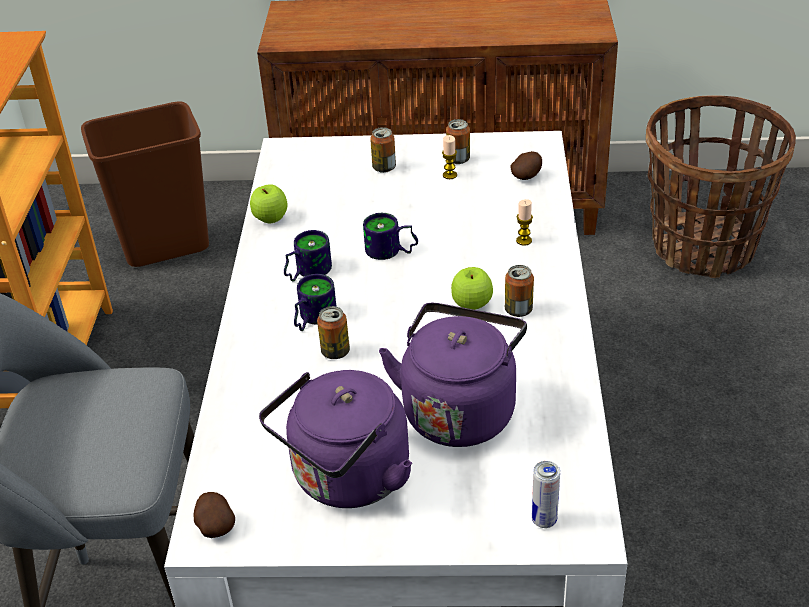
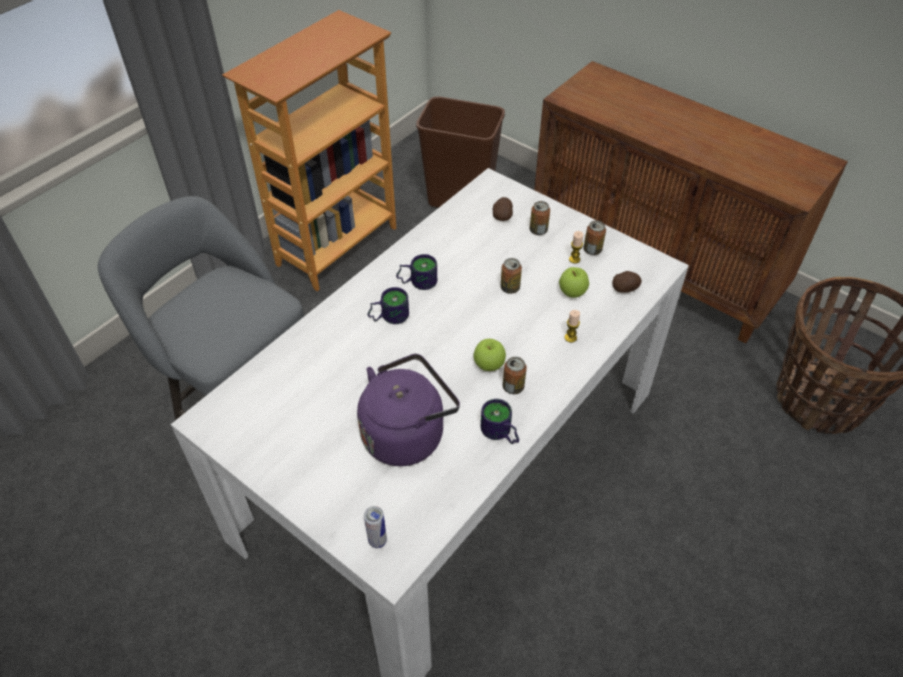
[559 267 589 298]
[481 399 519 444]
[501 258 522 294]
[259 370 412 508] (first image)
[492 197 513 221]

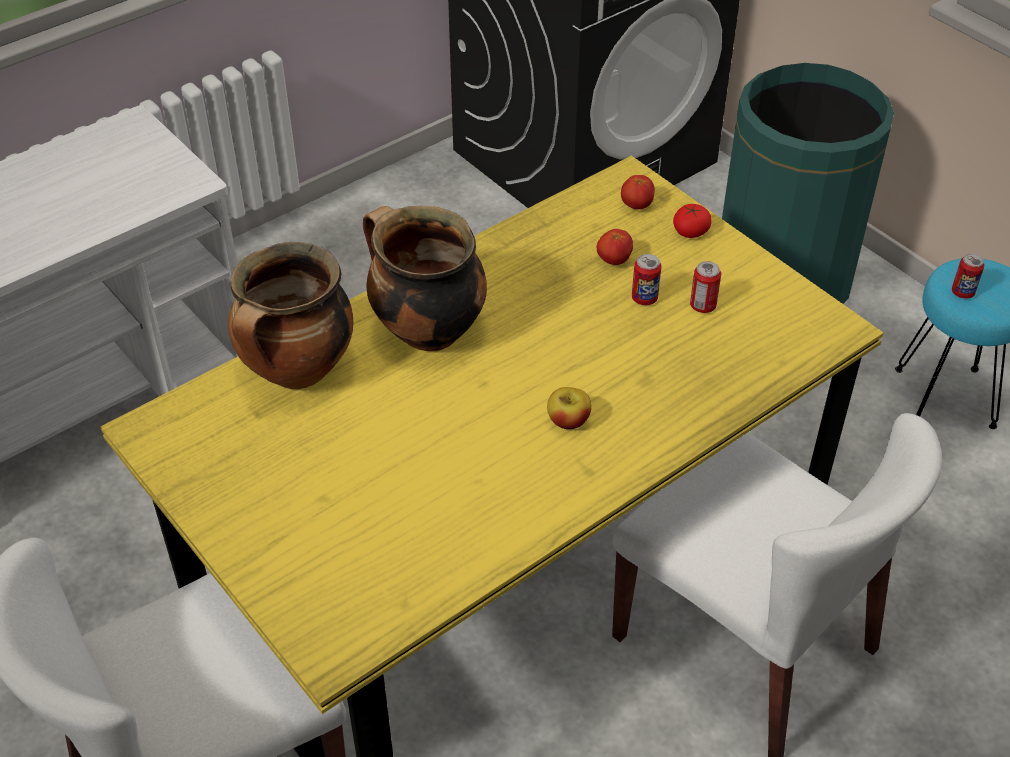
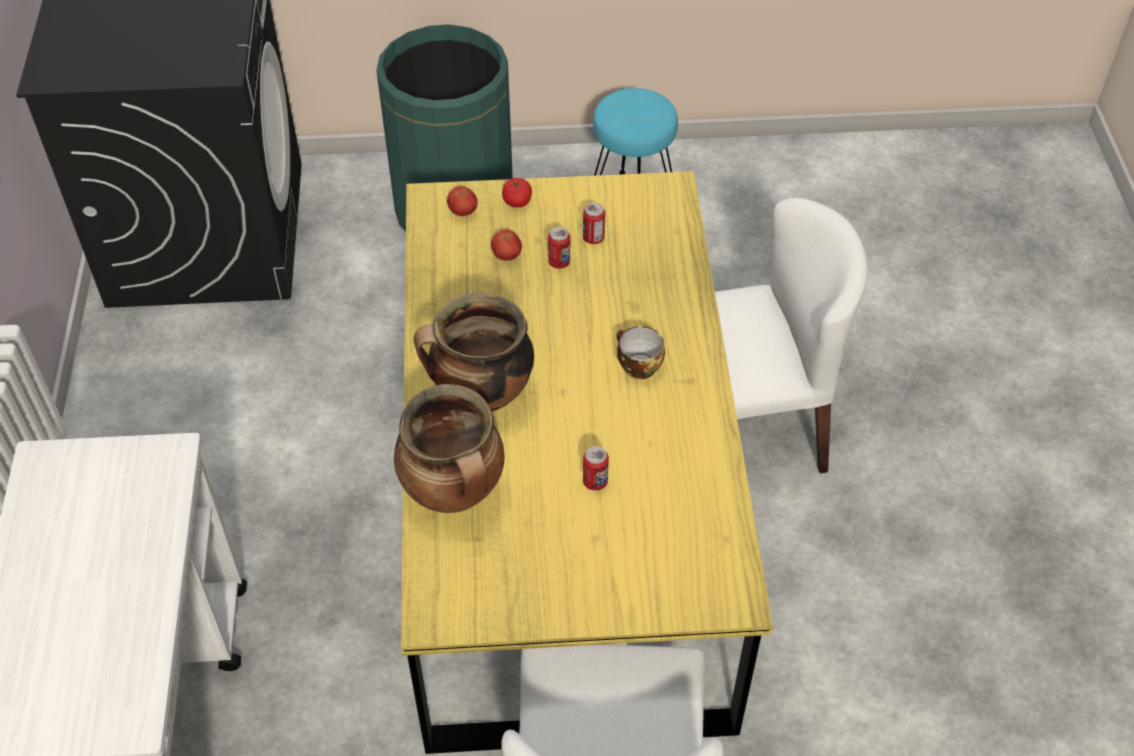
[583 446 609 491]
[617 326 665 379]

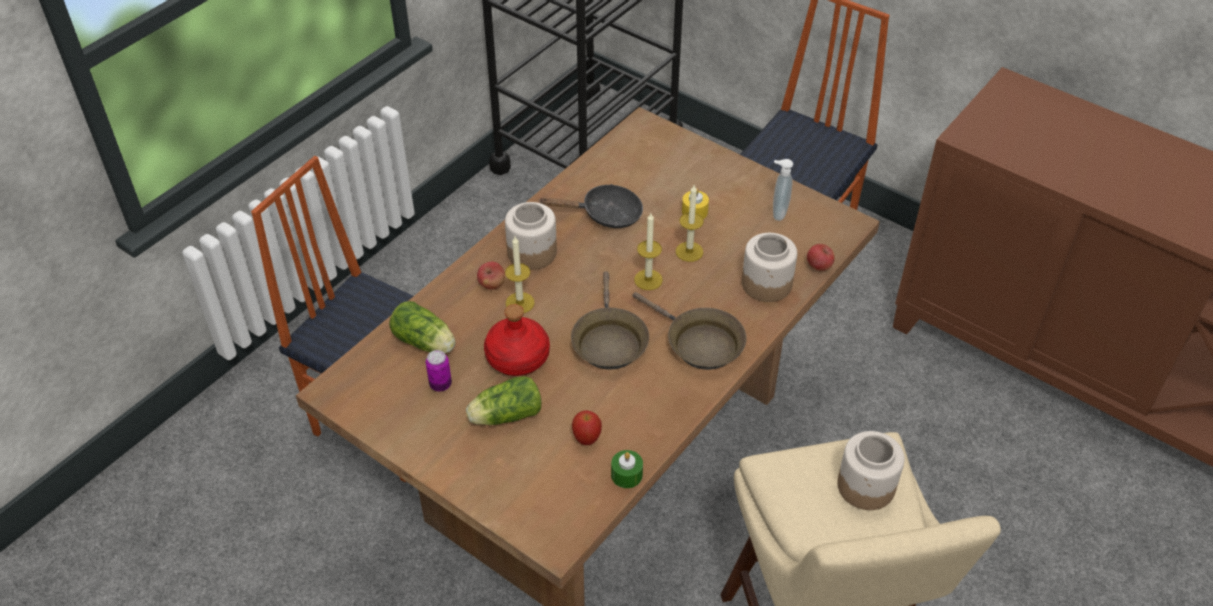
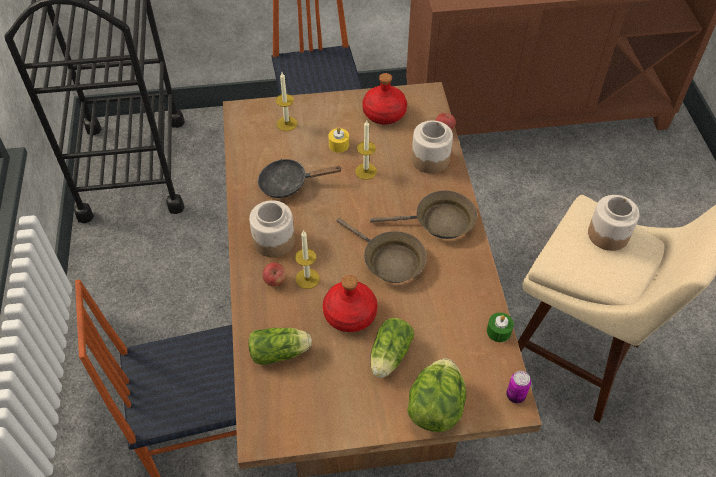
[362 73 407 124]
[258 159 341 198]
[276 72 297 131]
[506 371 531 403]
[572 411 602 445] (first image)
[407 358 466 432]

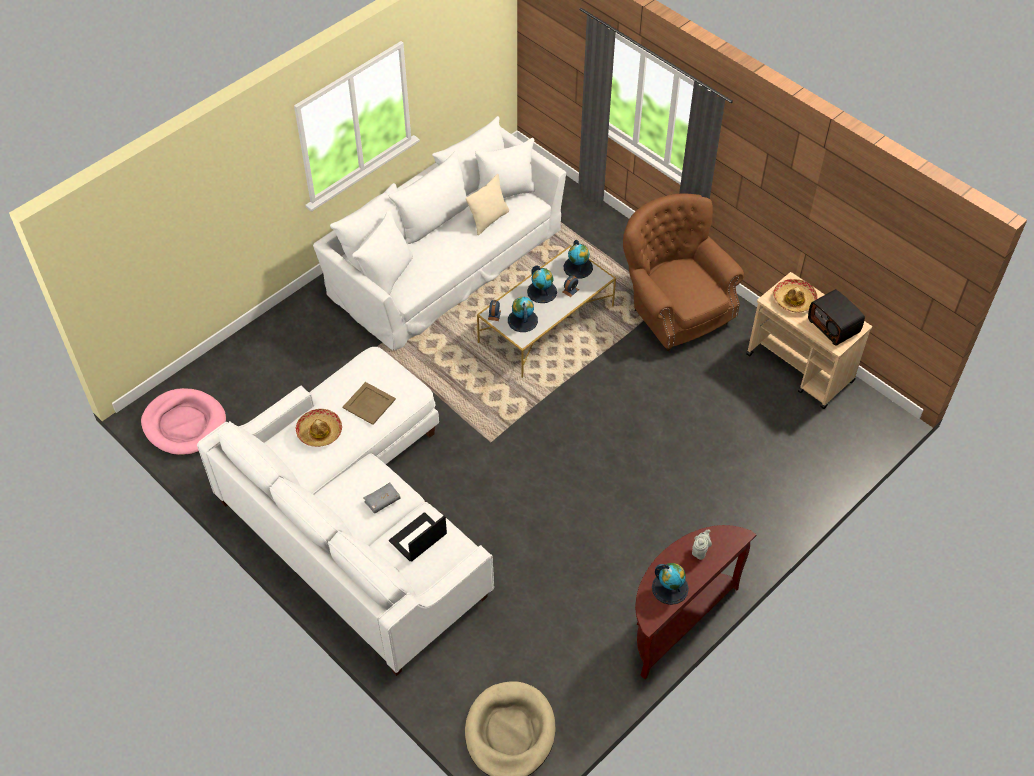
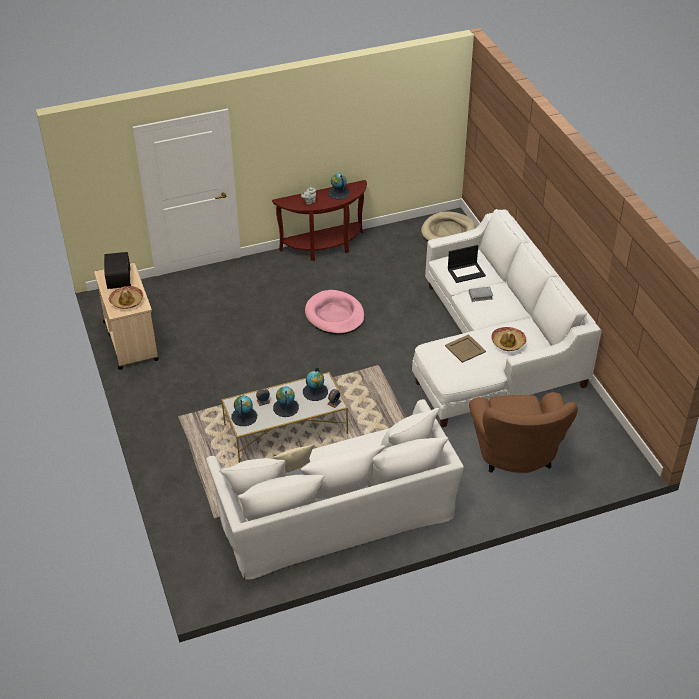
[469 392 578 473]
[305 290 365 334]

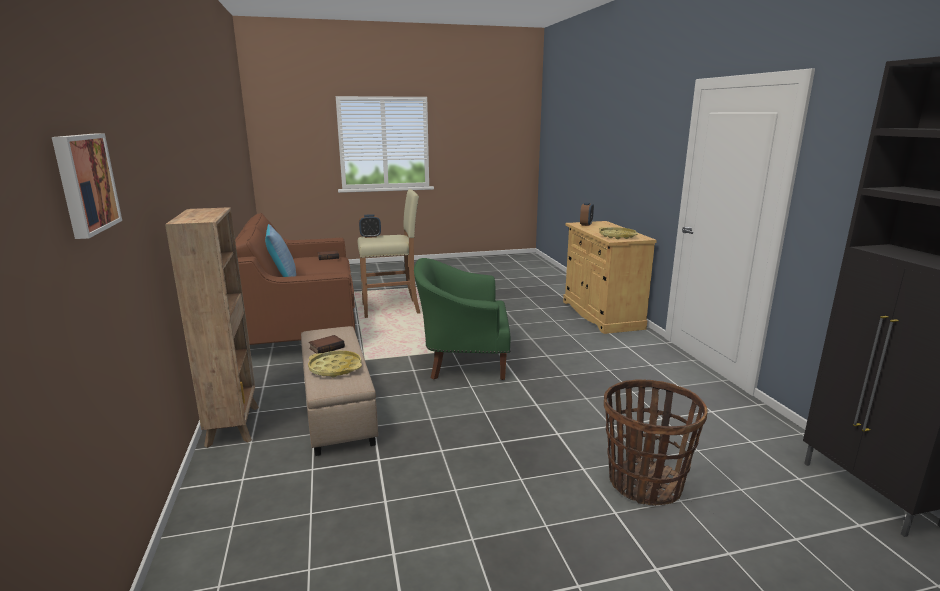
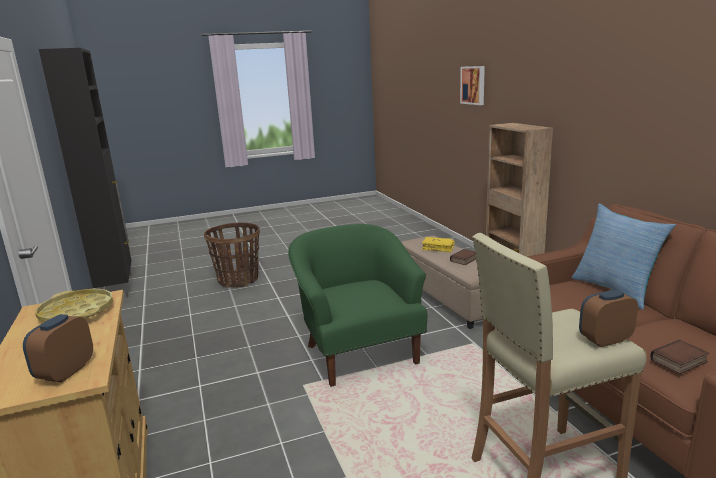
[288 224 428 387]
[422 237 454 252]

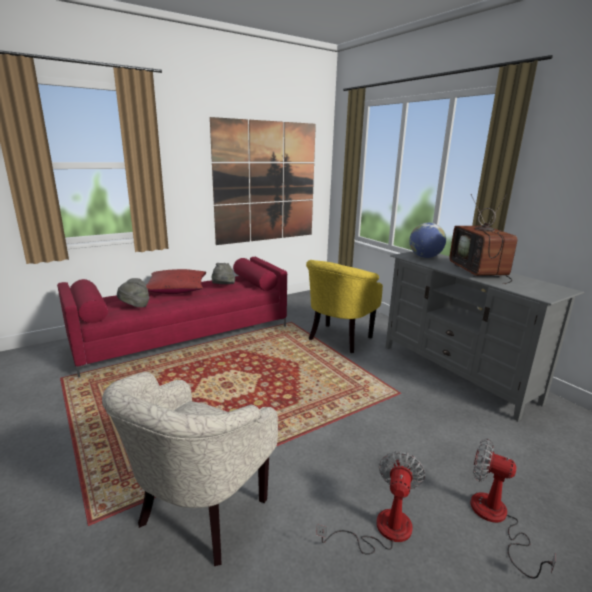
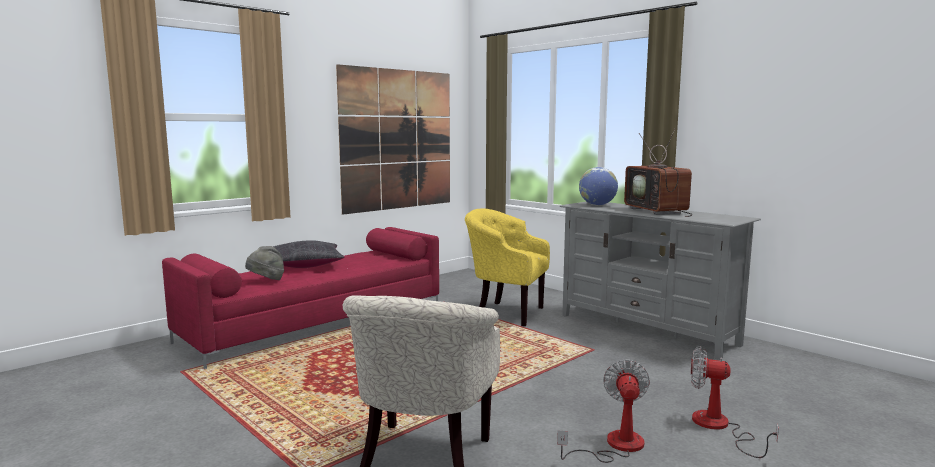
[465 209 550 326]
[212 263 235 284] (first image)
[273 240 344 268]

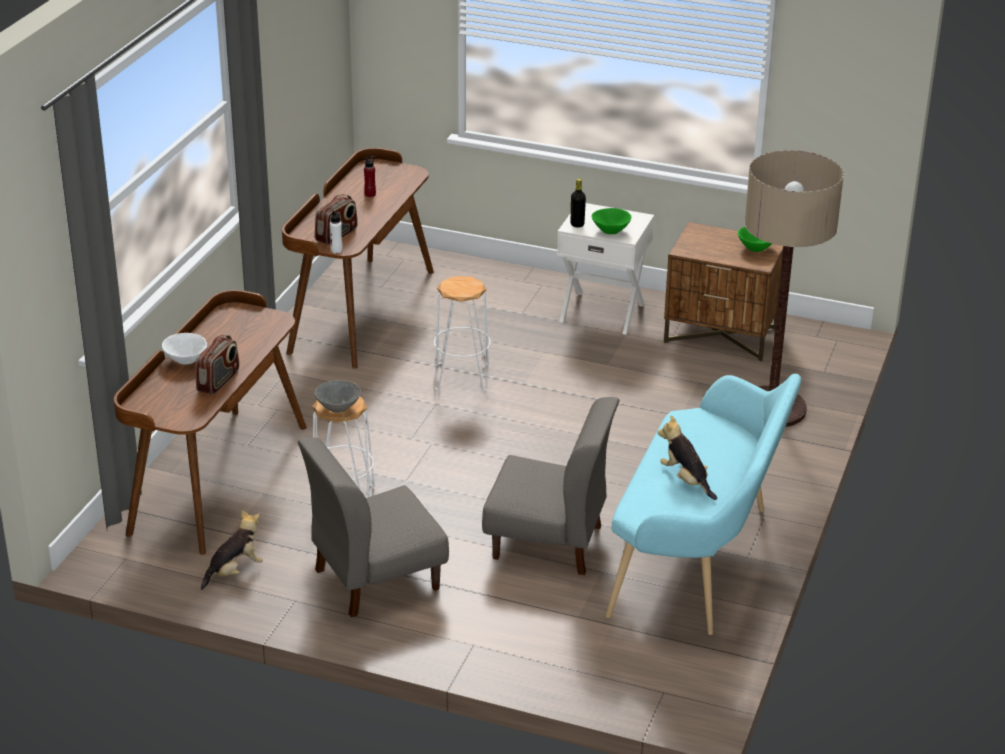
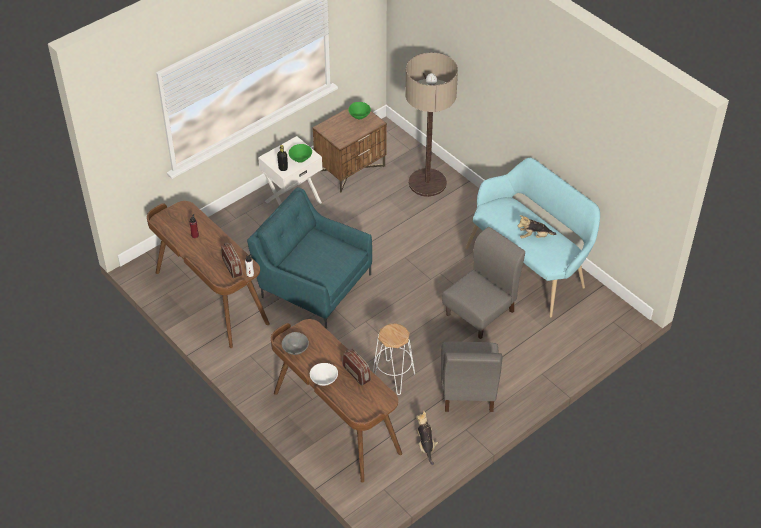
[247 187 372 329]
[282 332 309 355]

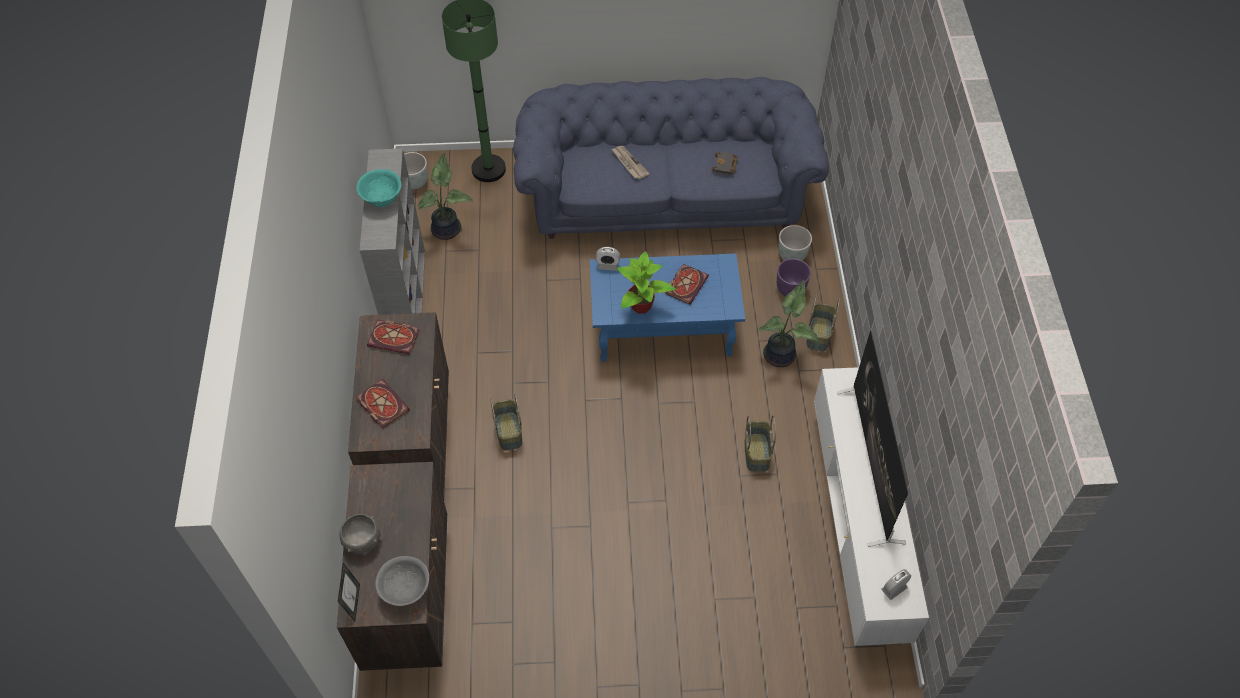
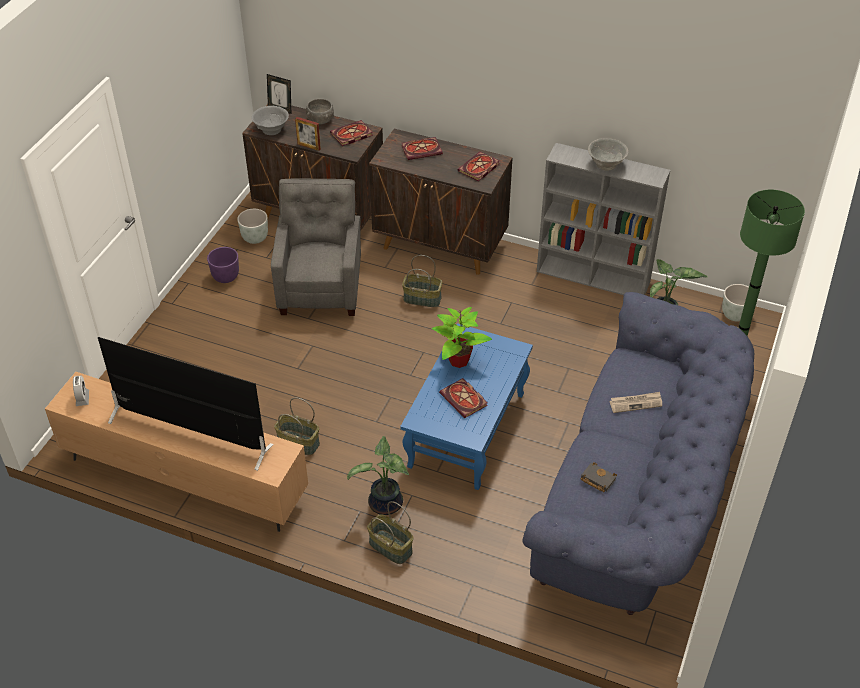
[588 138 628 171]
[237 209 268 244]
[596 247 620 271] (first image)
[207 247 239 283]
[45 372 308 532]
[295 117 321 151]
[330 120 373 146]
[271 178 361 316]

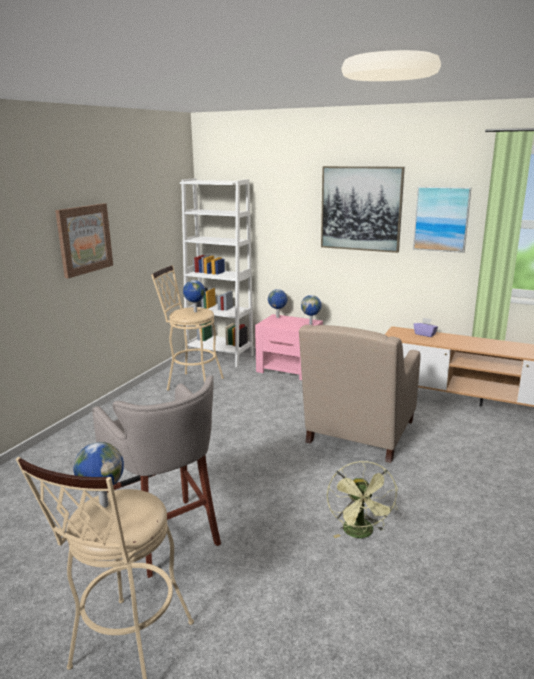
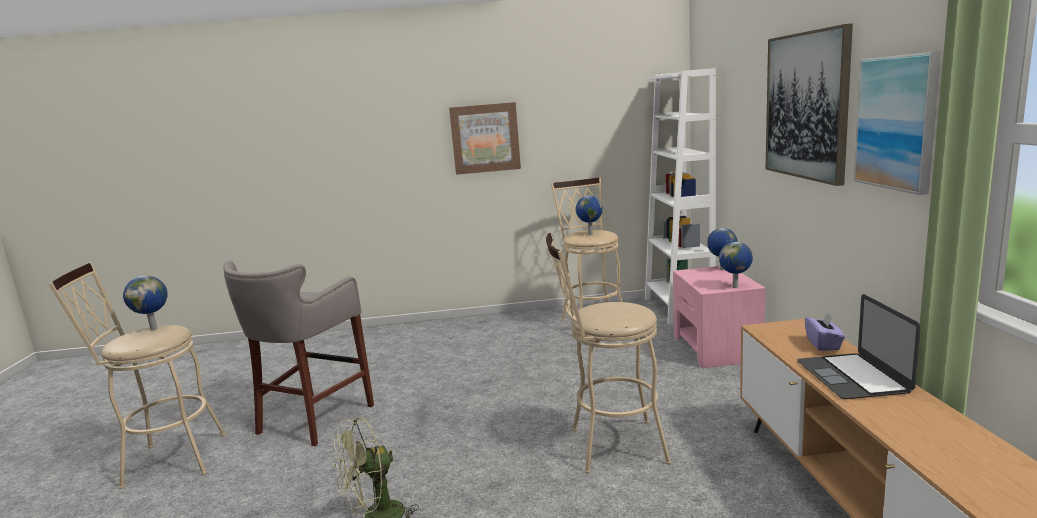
[546 232 671 474]
[797 294 921 399]

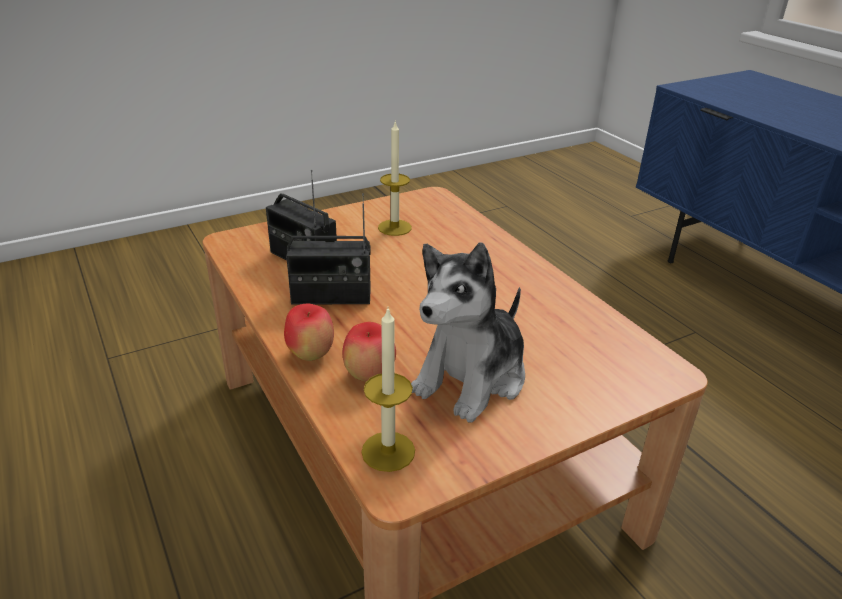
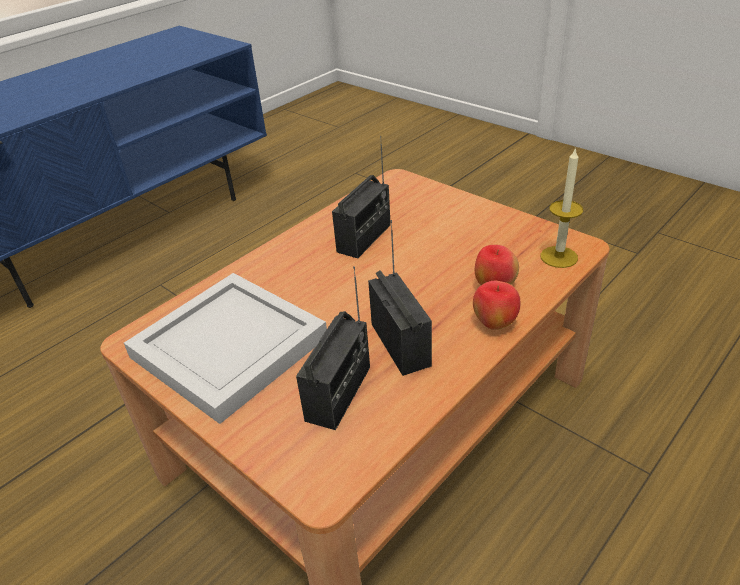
[124 273 327 424]
[411 242 525 423] (first image)
[332 136 391 258]

